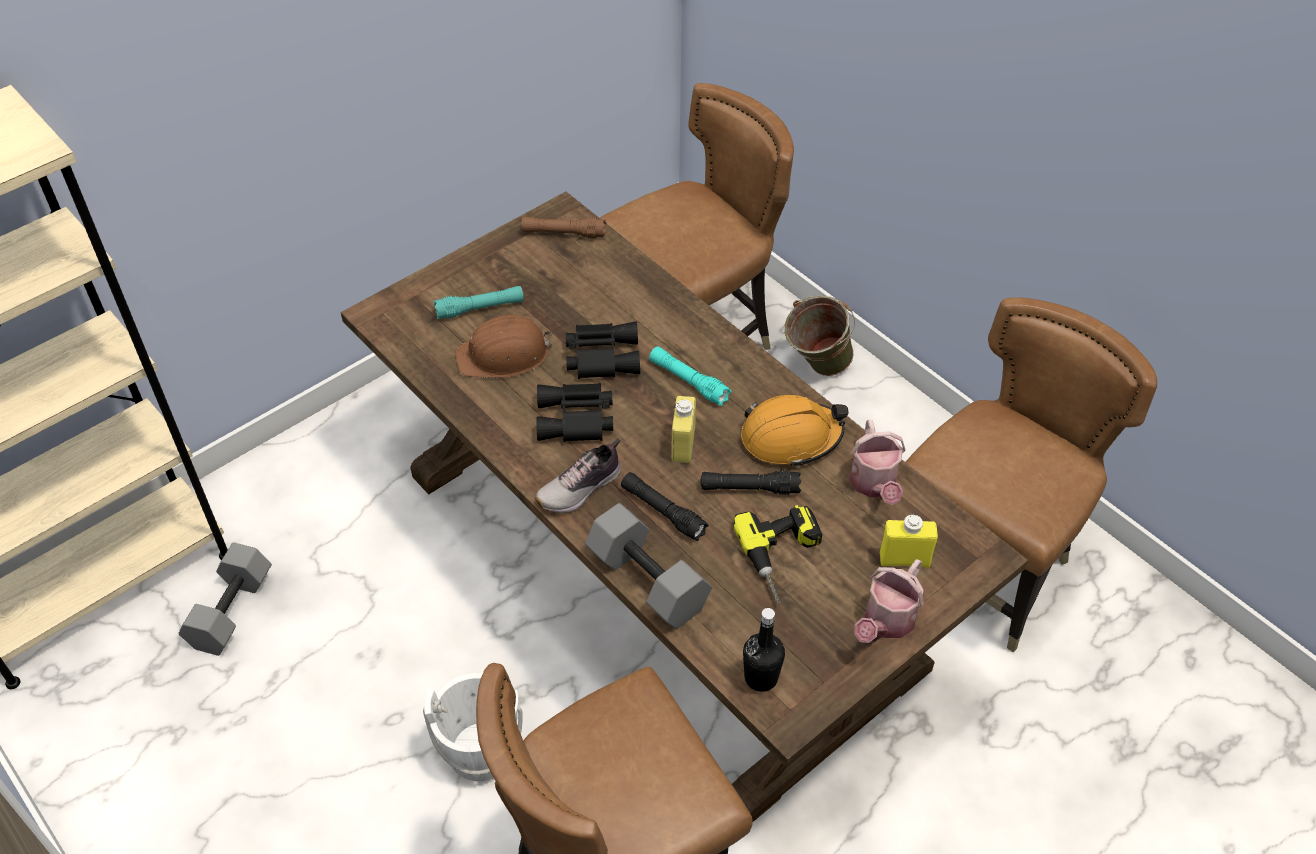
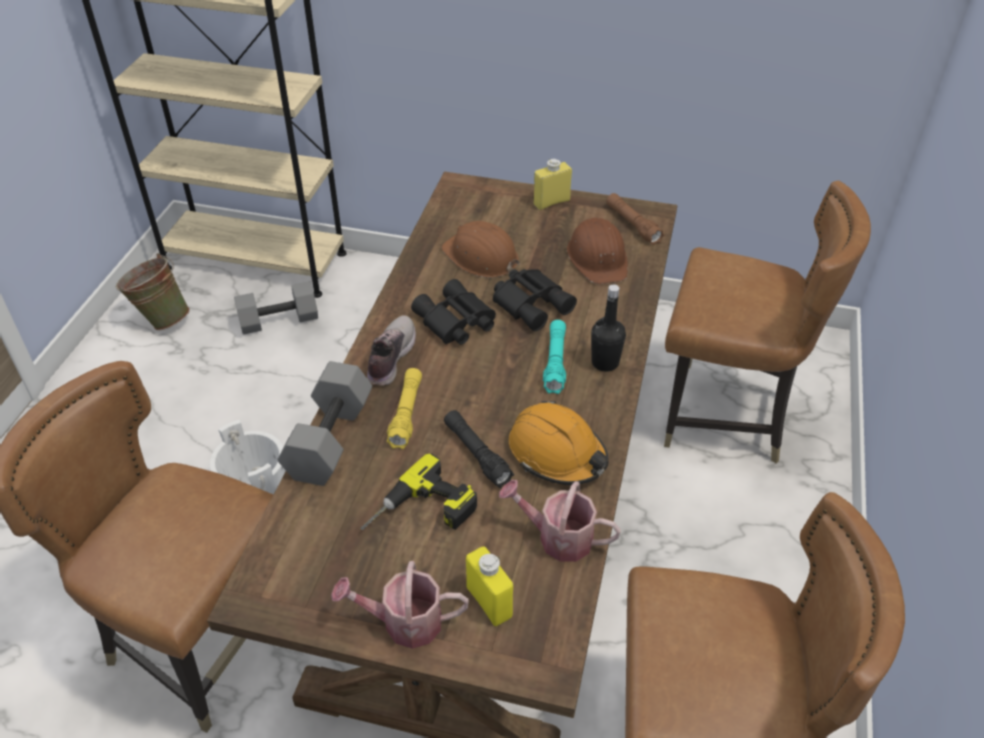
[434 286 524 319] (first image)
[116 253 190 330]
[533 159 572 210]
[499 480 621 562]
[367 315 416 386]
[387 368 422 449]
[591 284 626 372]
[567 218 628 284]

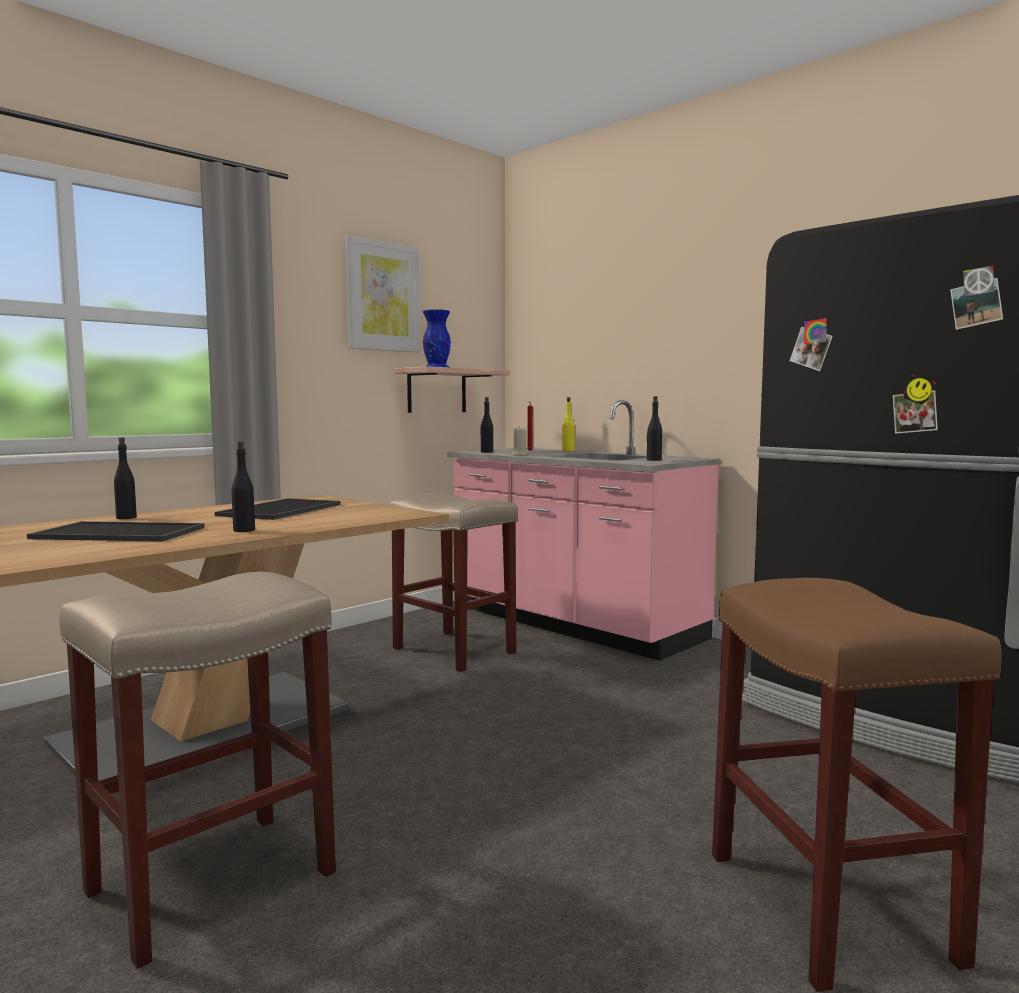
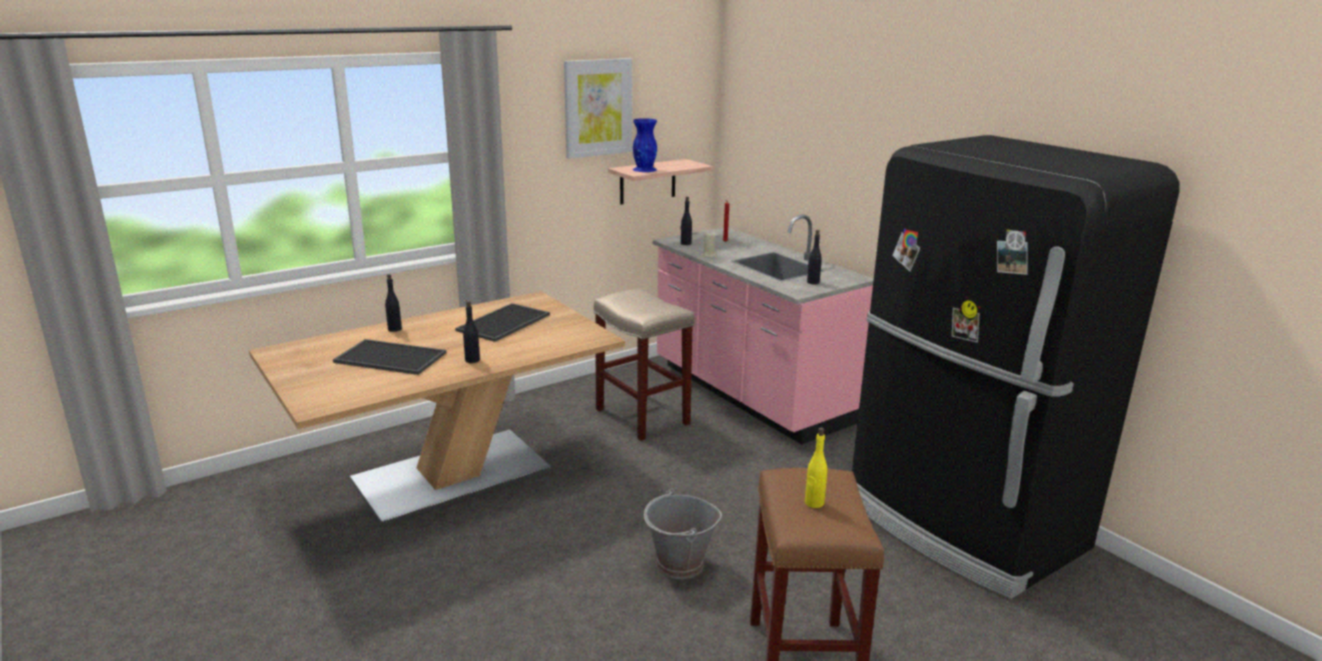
[805 427 827 508]
[59 571 336 969] (first image)
[644 488 722 579]

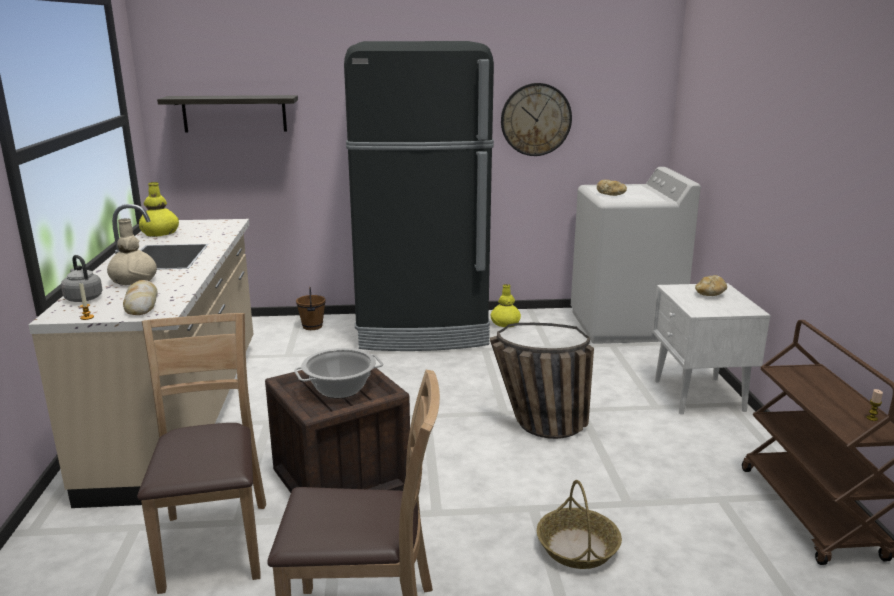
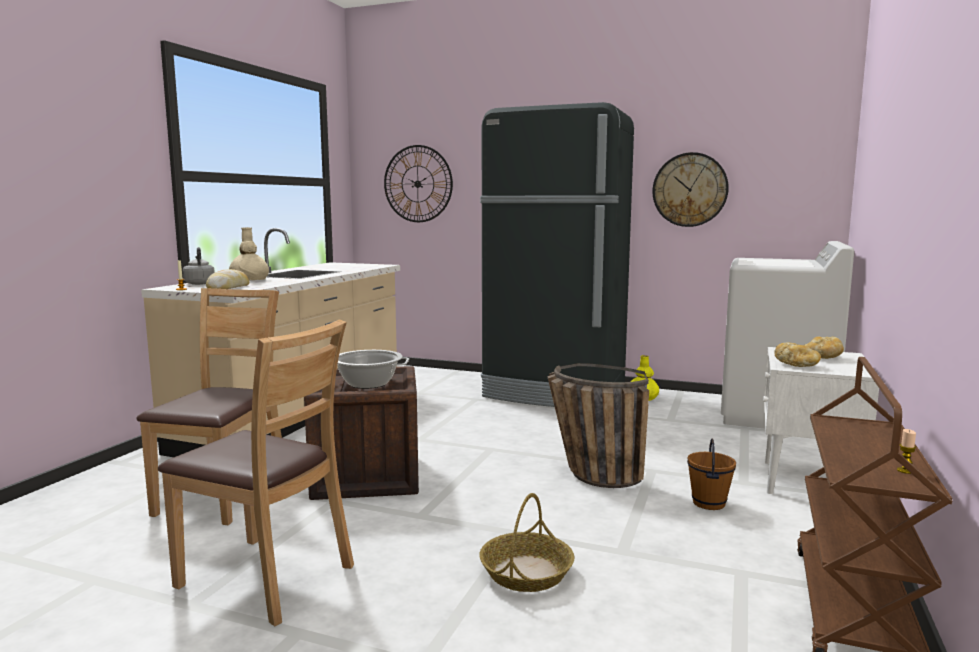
[384 145 453 222]
[774 343 821 367]
[139 182 179 237] (first image)
[687 438 736 510]

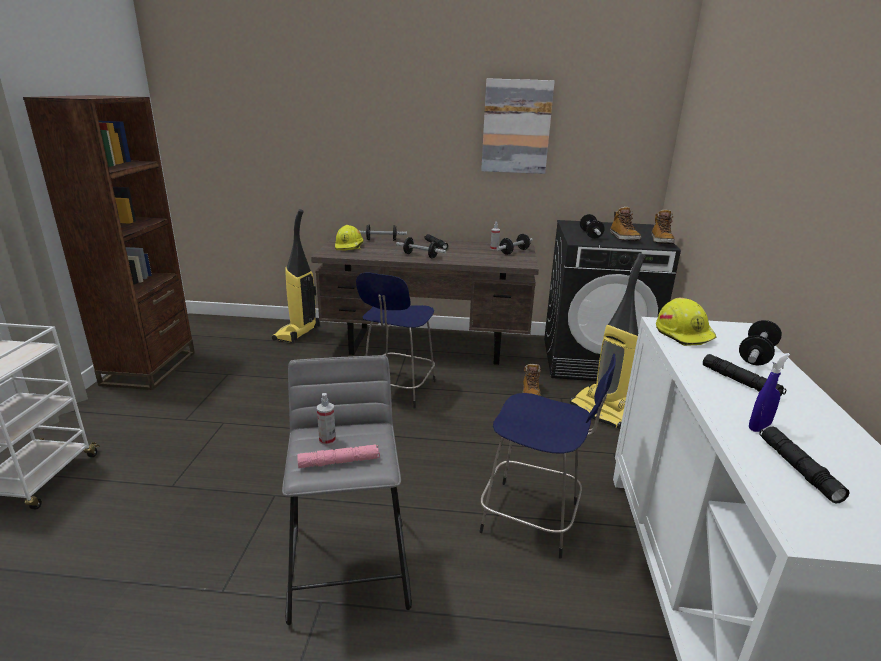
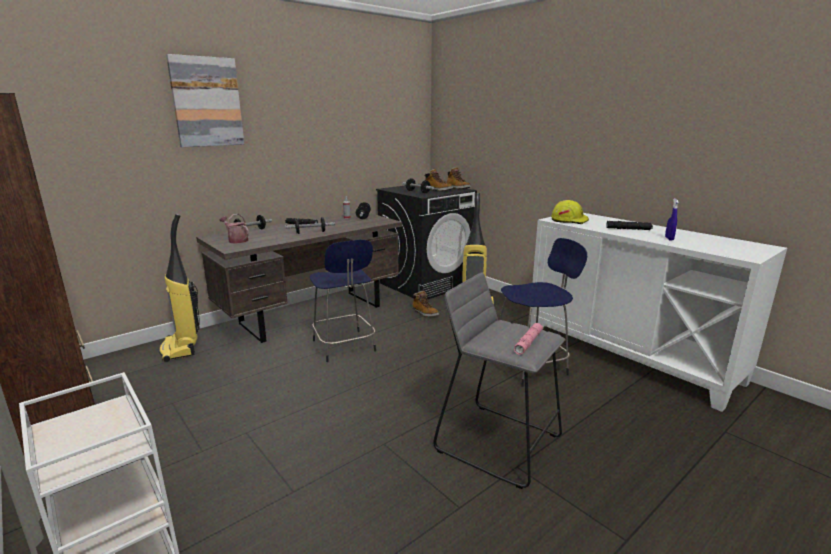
[166 54 244 147]
[220 214 249 244]
[739 320 782 365] (first image)
[317 393 336 445] (first image)
[759 426 849 504] (first image)

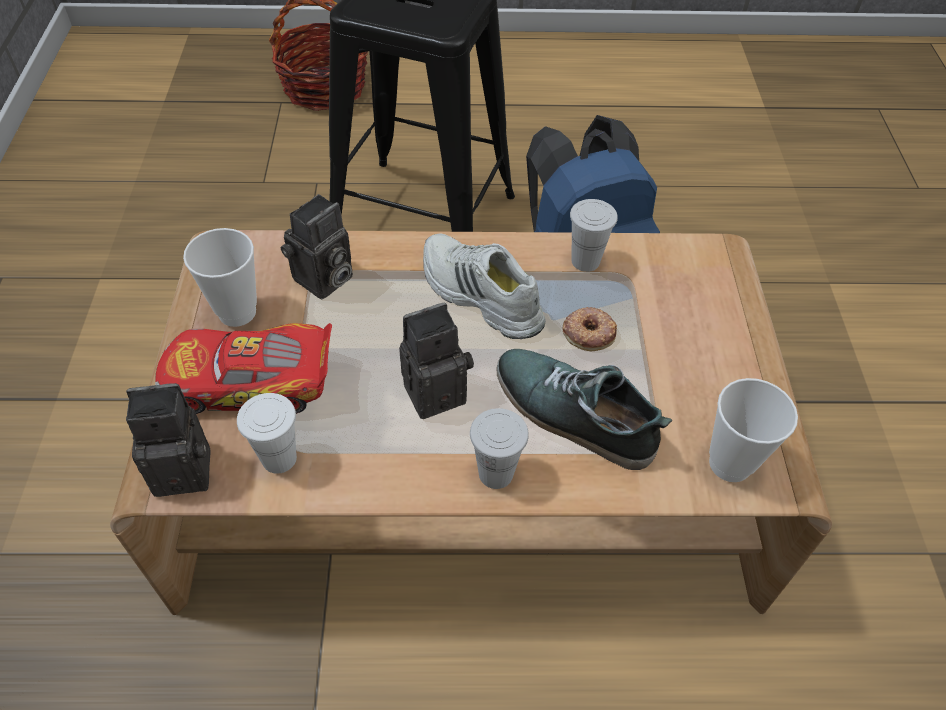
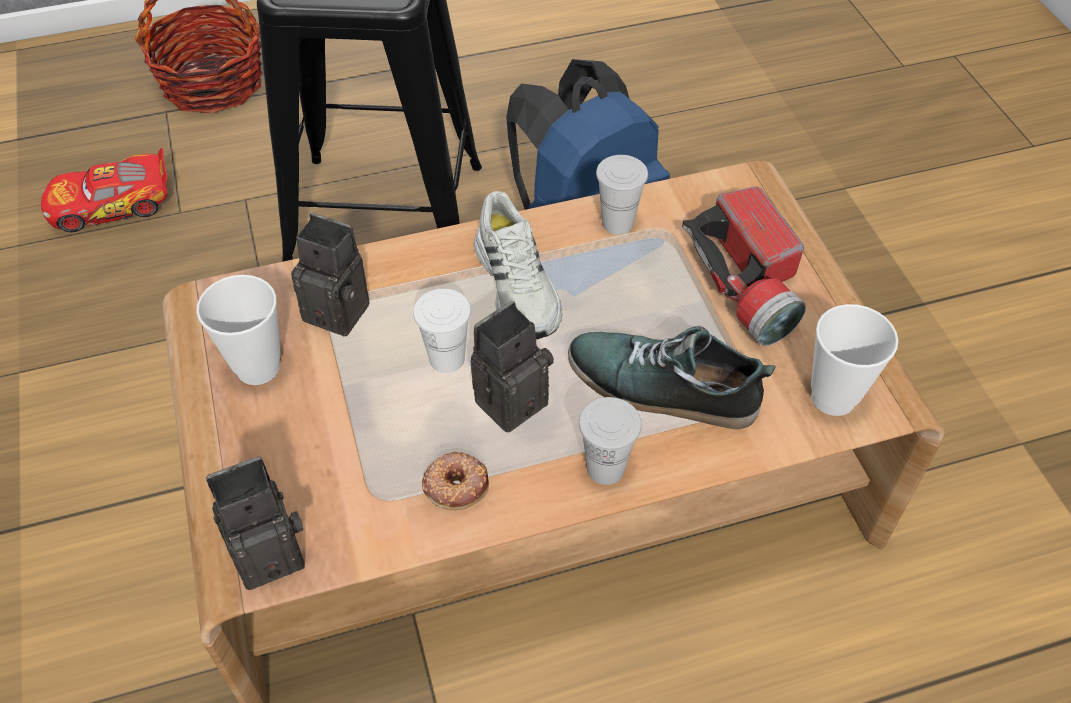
[291 213 370 337]
[474 191 562 339]
[422 452 489 510]
[41 148 168 232]
[413 289 471 373]
[682 186 806 346]

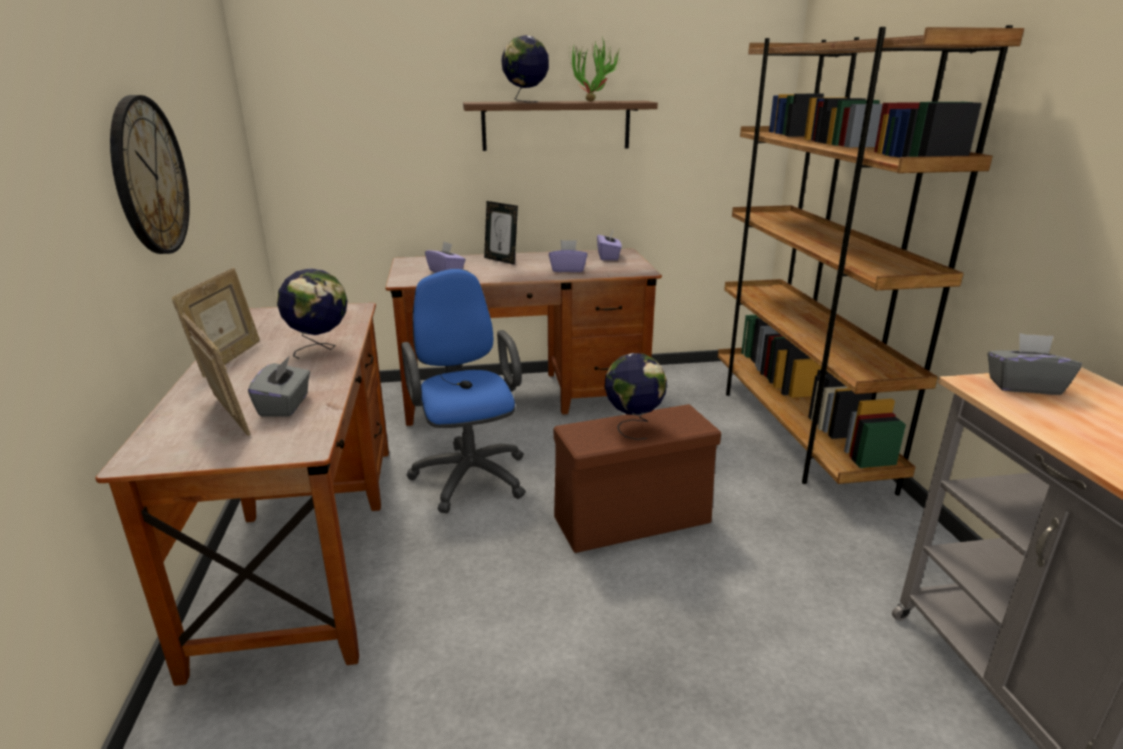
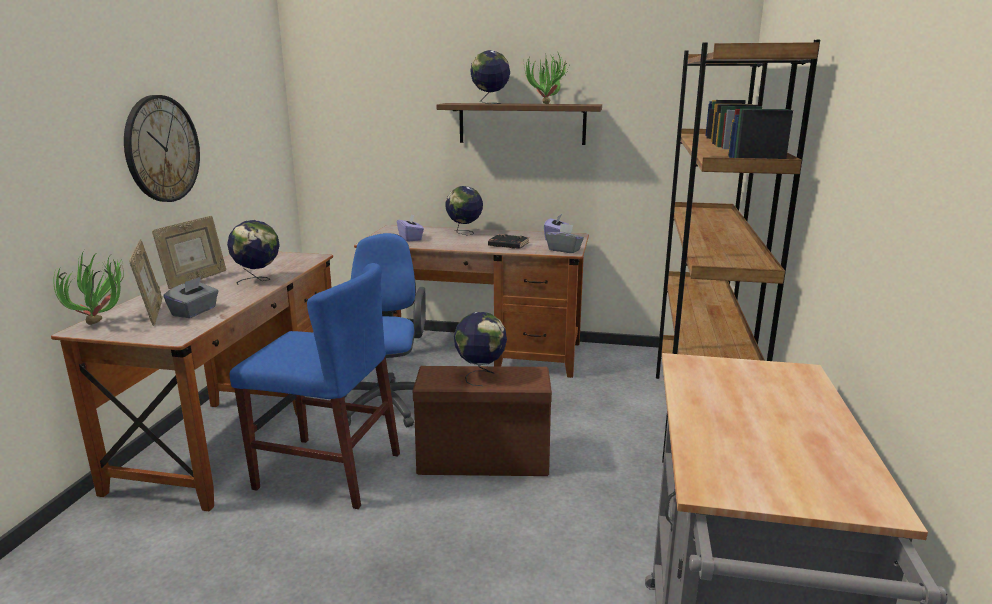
[446 186 483 236]
[488 234 529 249]
[546 224 584 253]
[53 250 124 325]
[230 263 400 509]

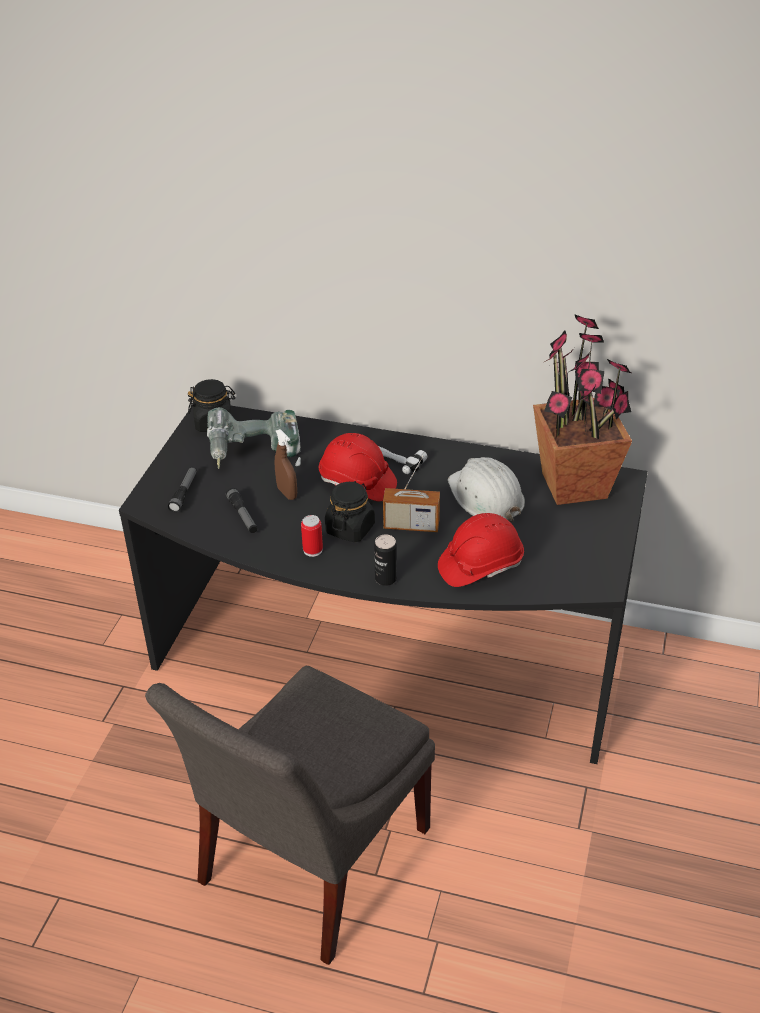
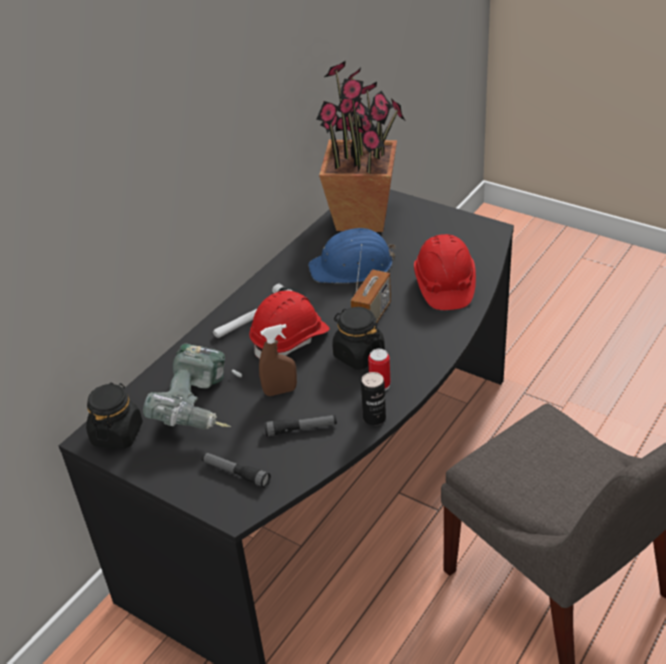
[308 228 396 283]
[361 372 386 426]

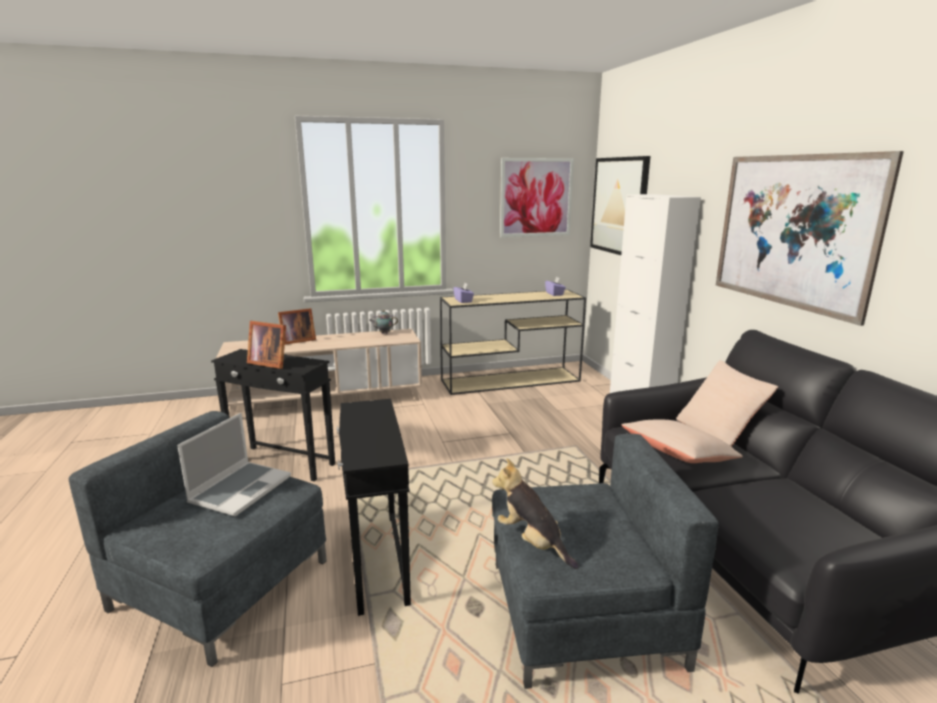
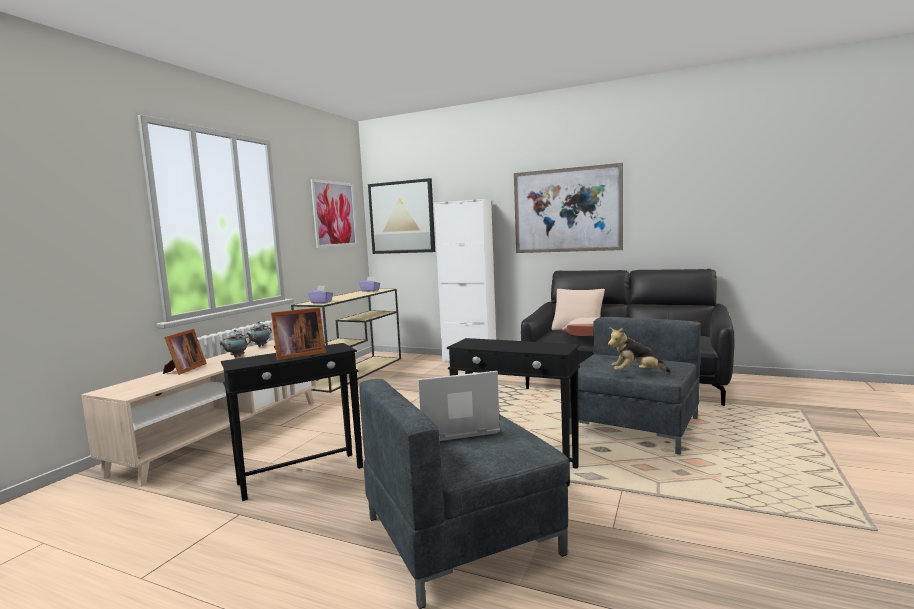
[418 371 500 441]
[219 330 251 357]

